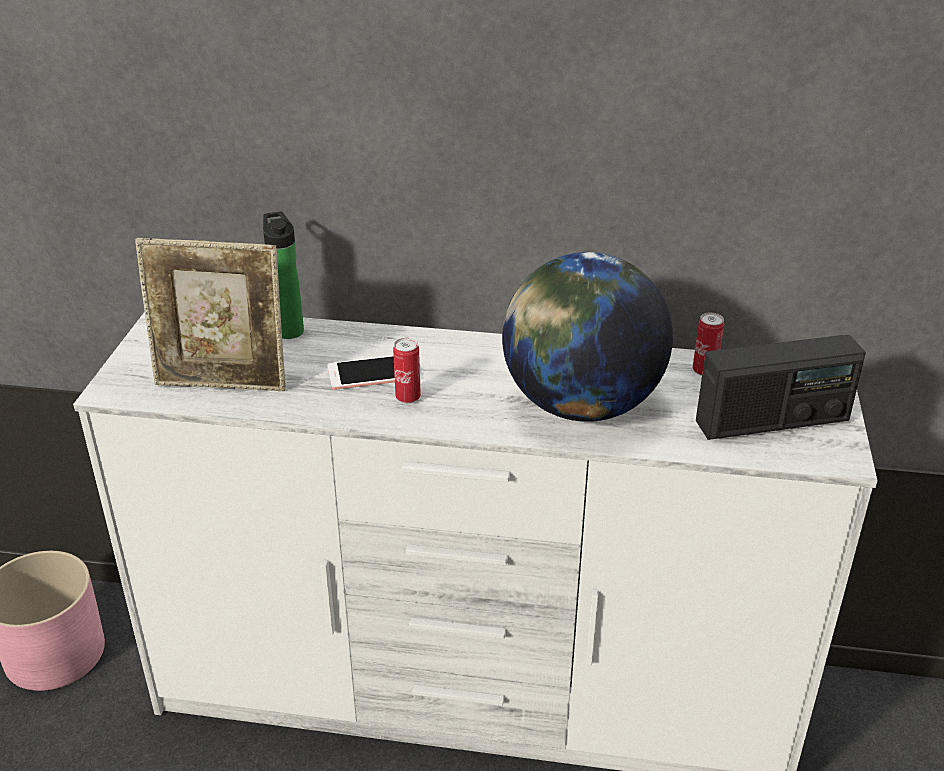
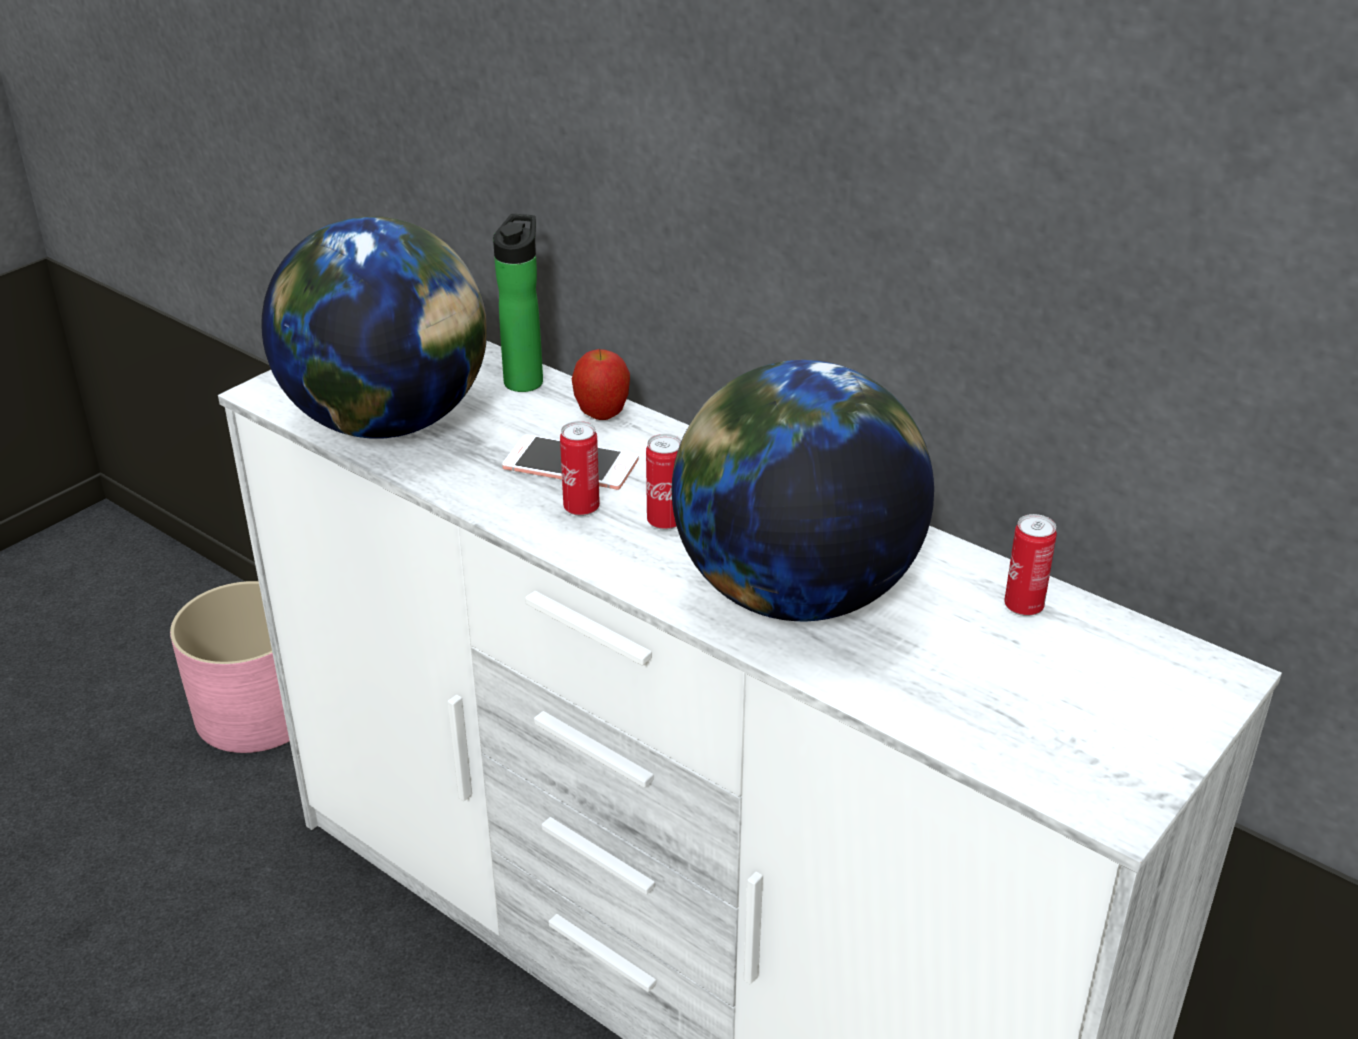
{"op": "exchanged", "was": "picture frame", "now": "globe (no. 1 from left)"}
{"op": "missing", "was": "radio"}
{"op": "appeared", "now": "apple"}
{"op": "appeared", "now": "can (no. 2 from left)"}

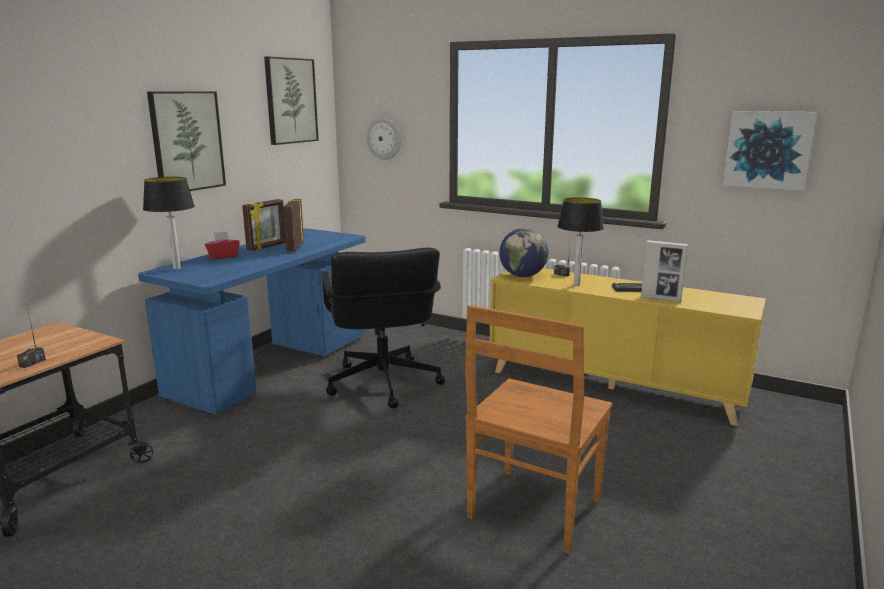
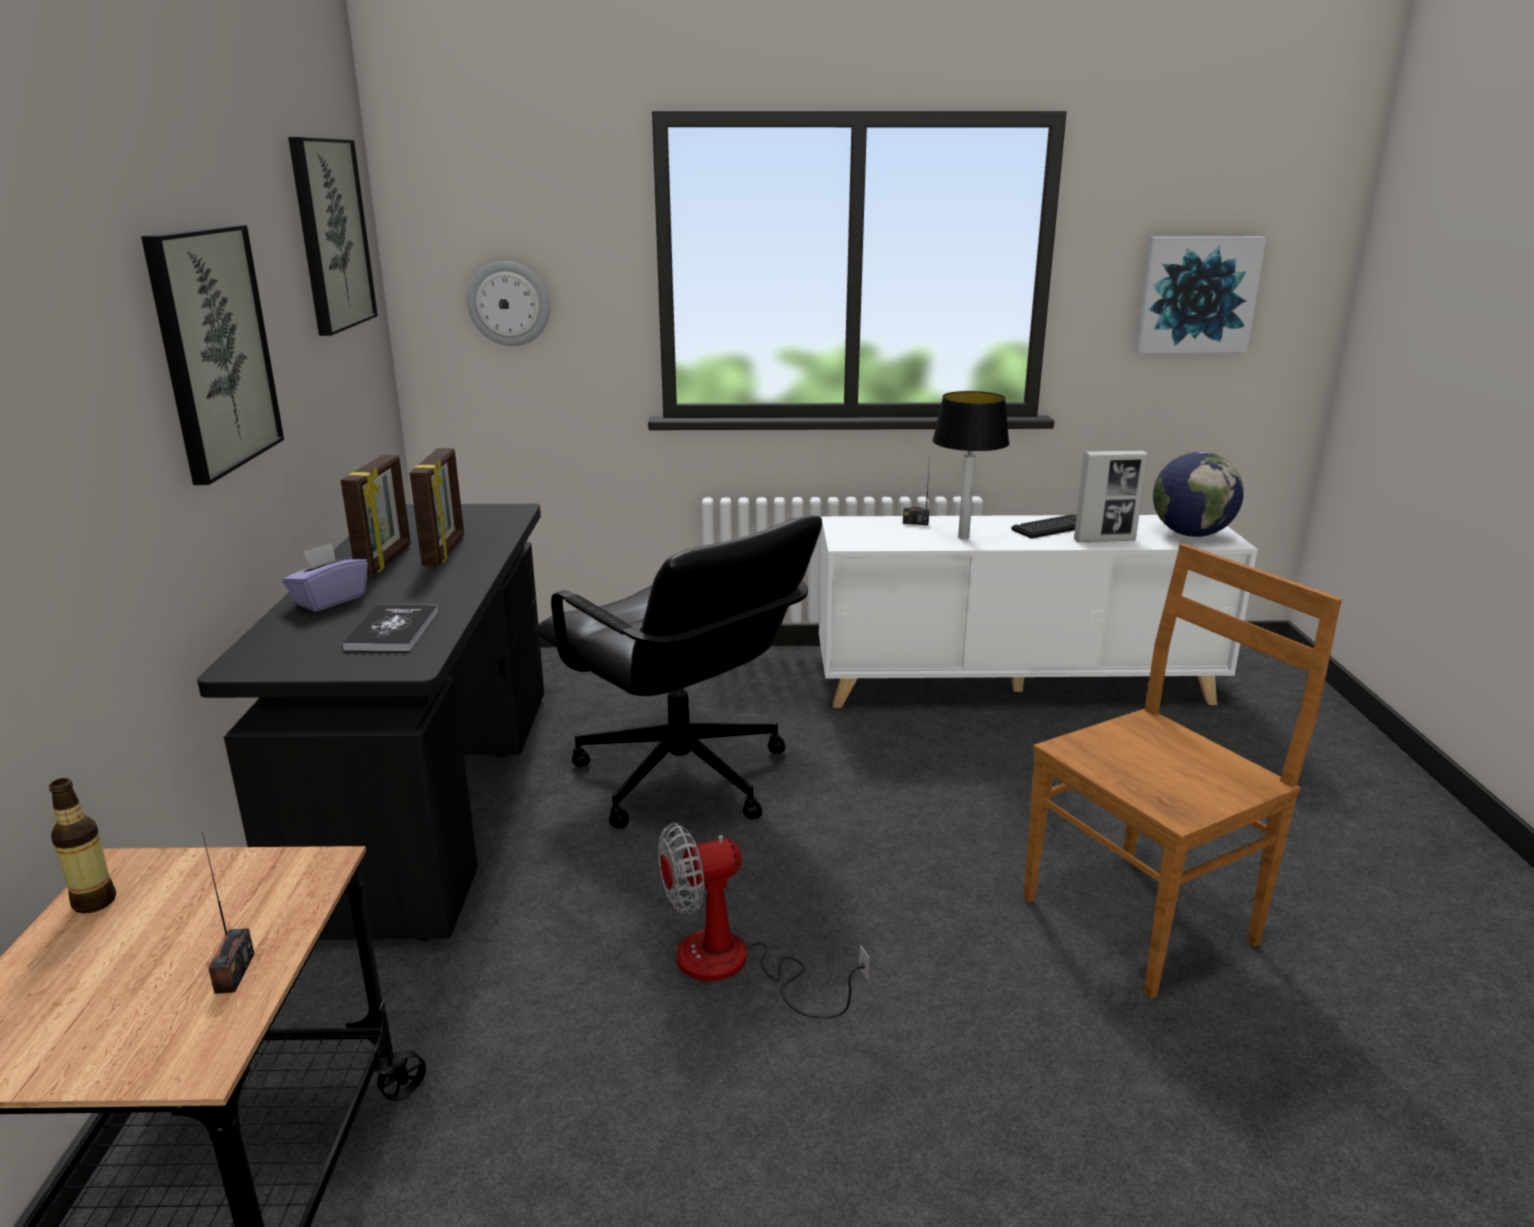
{"op": "missing", "was": "table lamp (no. 1 from left)"}
{"op": "spun", "was": "picture frame (no. 2 from left)", "clockwise": -150}
{"op": "colour", "was": "blue desk", "now": "black desk"}
{"op": "relocated", "was": "globe"}
{"op": "colour", "was": "red tissue box", "now": "purple tissue box"}
{"op": "colour", "was": "yellow cabinet", "now": "white cabinet"}
{"op": "spun", "was": "brown chair", "clockwise": -120}
{"op": "appeared", "now": "book"}
{"op": "appeared", "now": "bottle"}
{"op": "appeared", "now": "fan"}

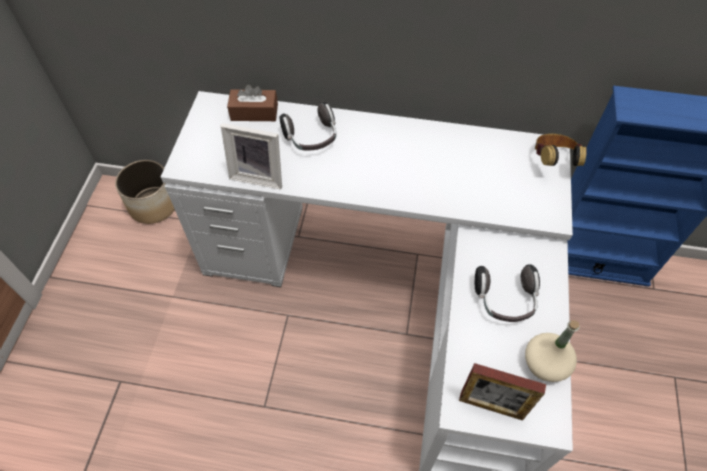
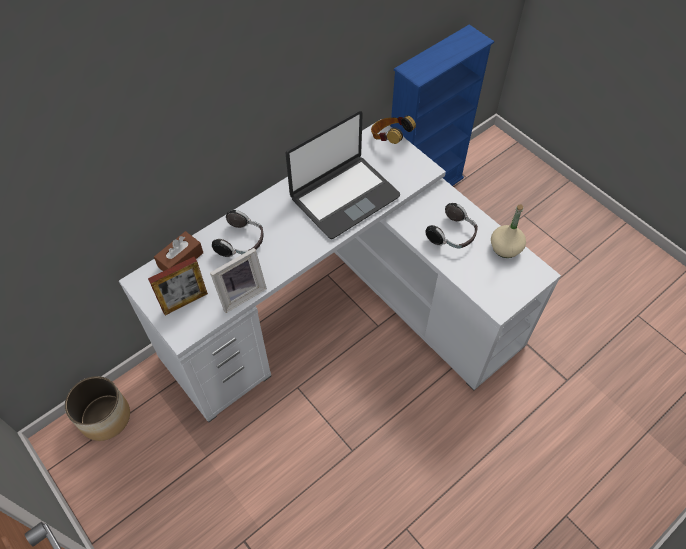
{"op": "relocated", "was": "picture frame (no. 2 from left in the first image)", "now": "picture frame (no. 1 from left)"}
{"op": "appeared", "now": "laptop"}

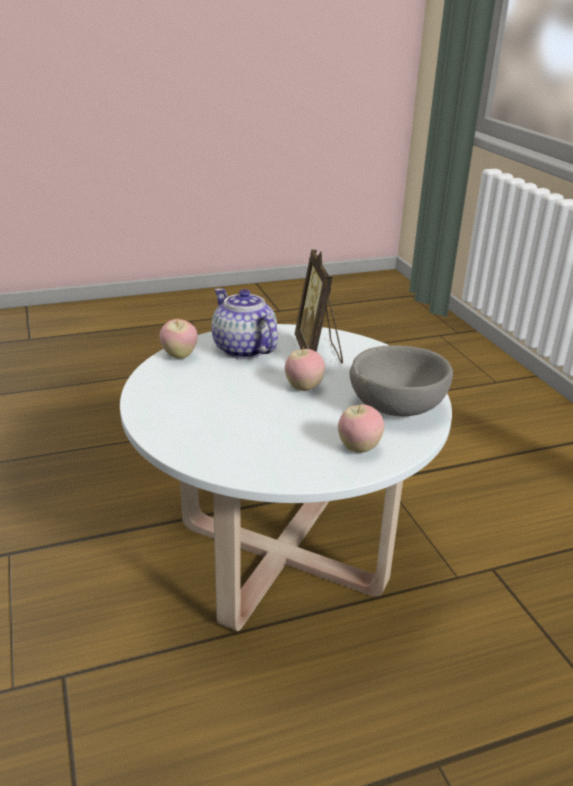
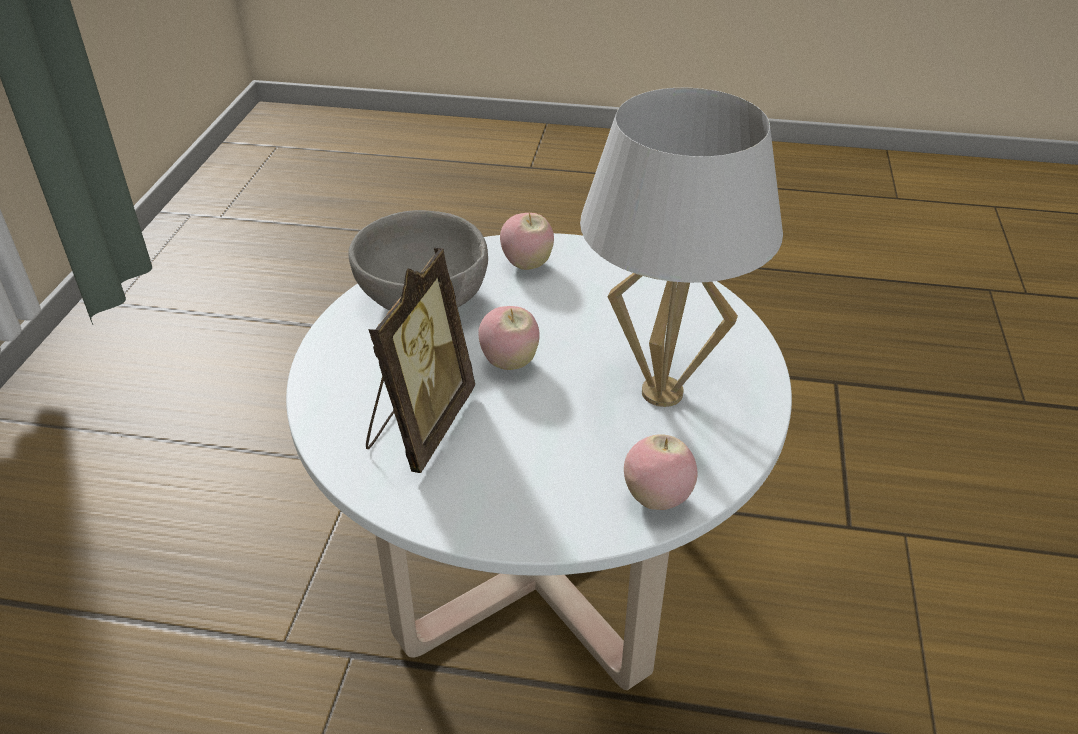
{"op": "missing", "was": "teapot"}
{"op": "appeared", "now": "white table lamp"}

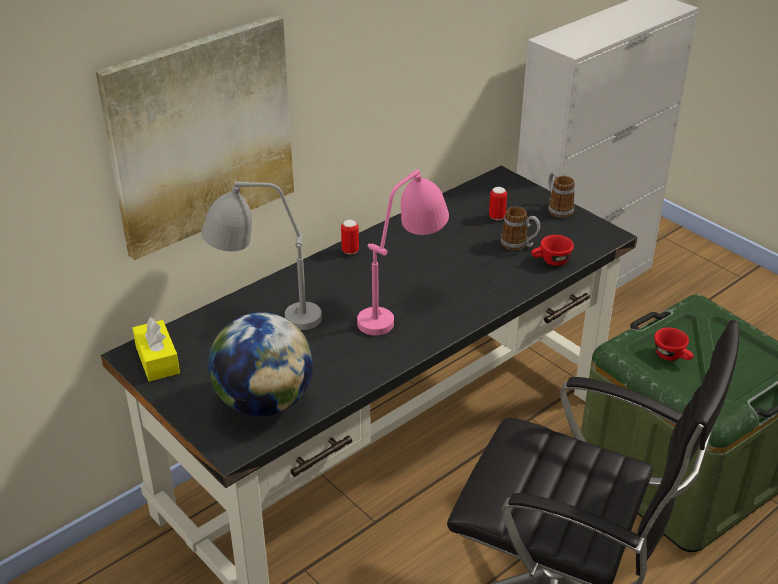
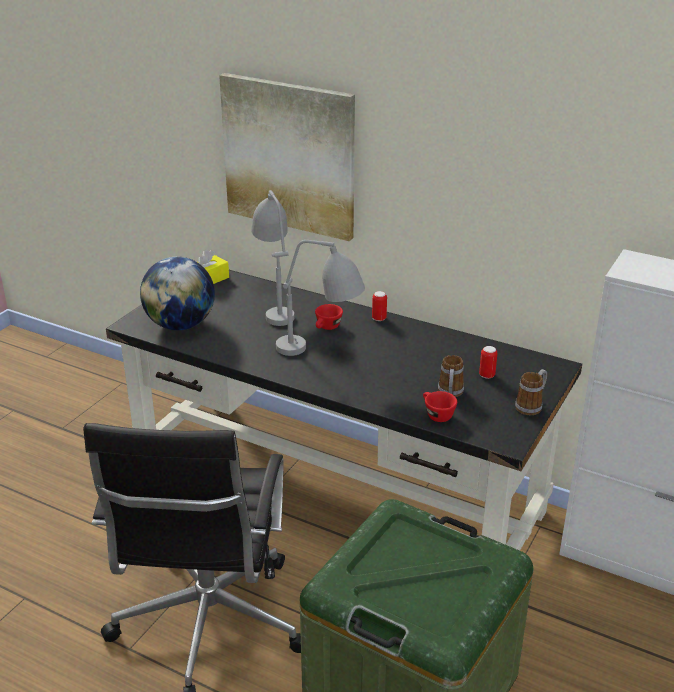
{"op": "colour", "was": "pink table lamp", "now": "grey table lamp (no. 2 from left)"}
{"op": "relocated", "was": "red cup (no. 2 from left in the first image)", "now": "red cup (no. 1 from left)"}

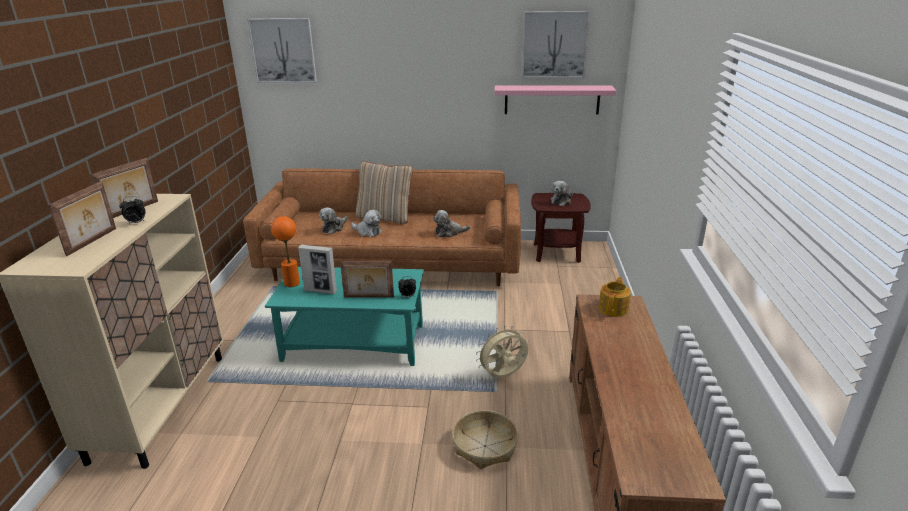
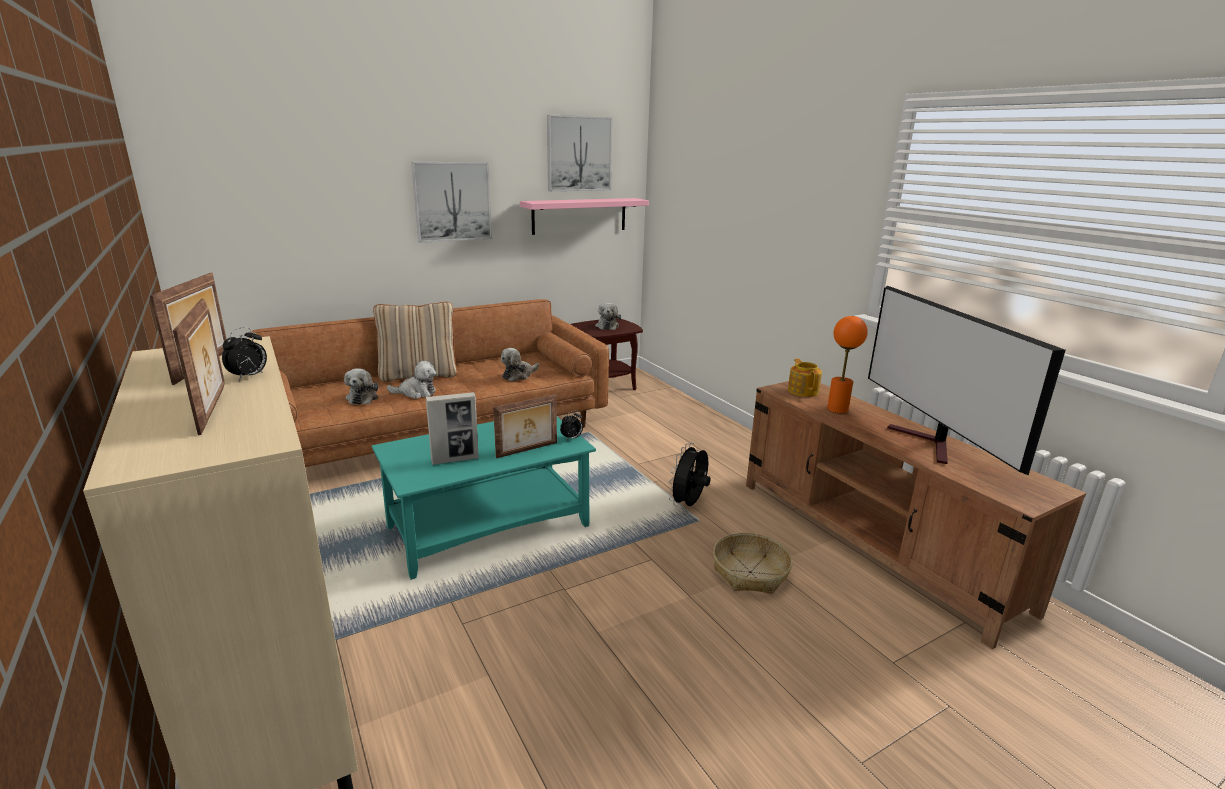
{"op": "relocated", "was": "picture (no. 1 from left)"}
{"op": "relocated", "was": "orange table lamp"}
{"op": "colour", "was": "beige fan", "now": "black fan"}
{"op": "appeared", "now": "television"}

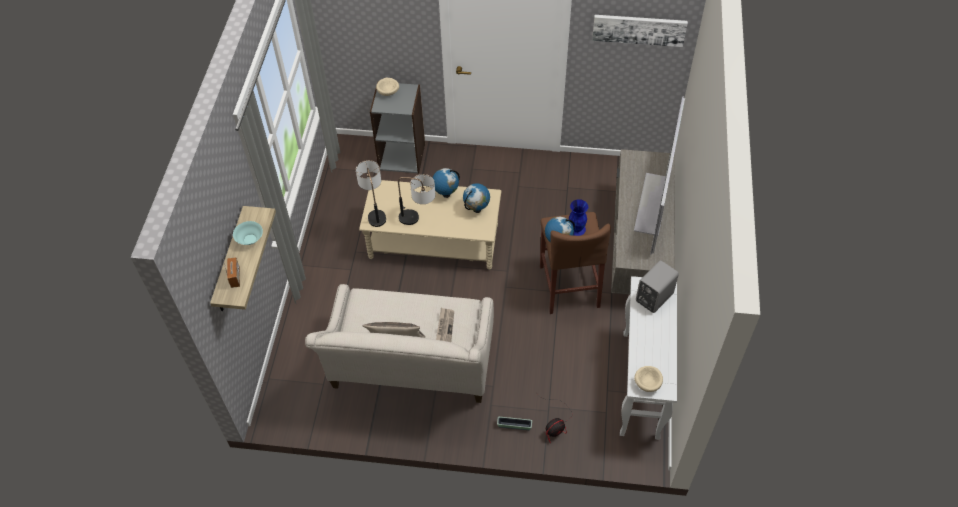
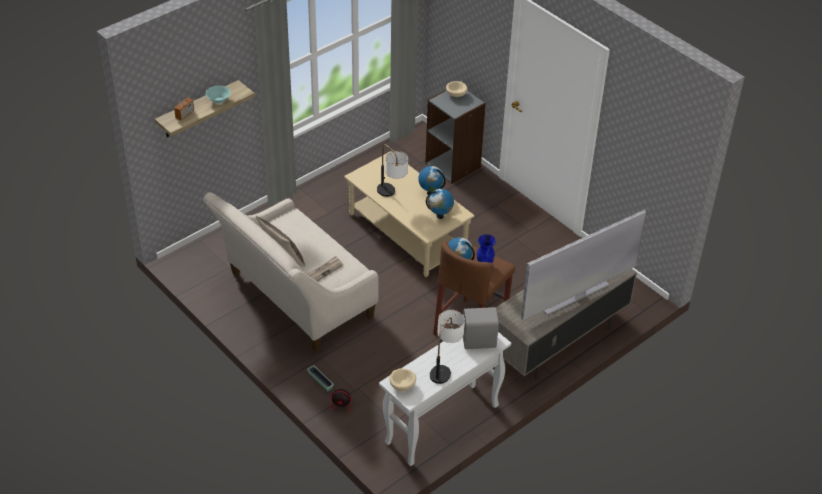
{"op": "missing", "was": "picture"}
{"op": "relocated", "was": "table lamp (no. 1 from left in the first image)", "now": "table lamp (no. 2 from left)"}

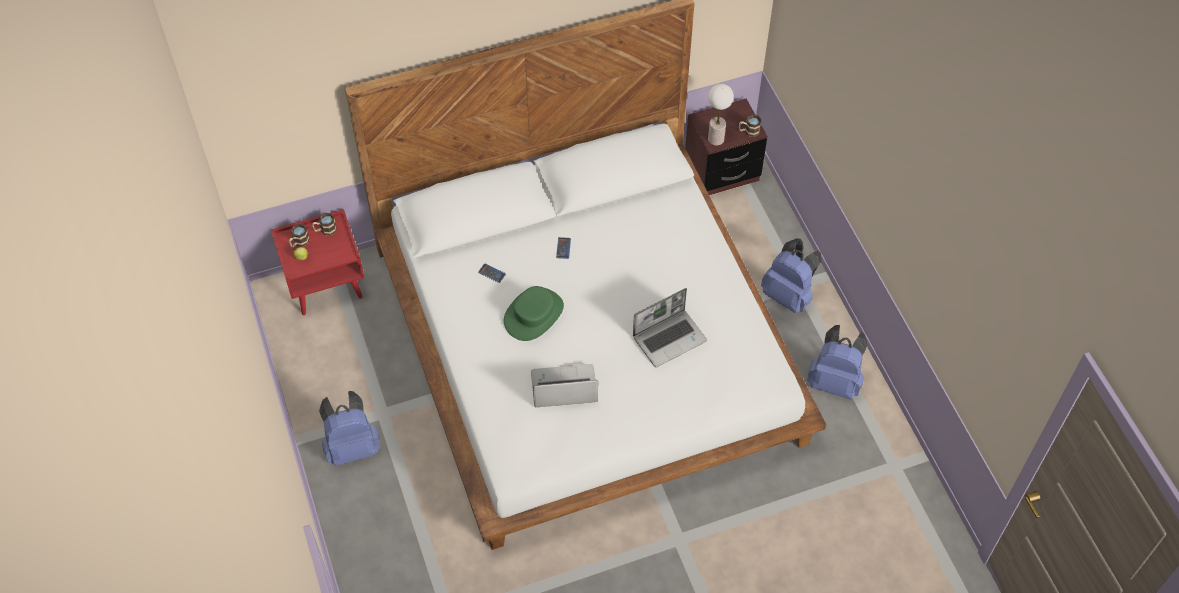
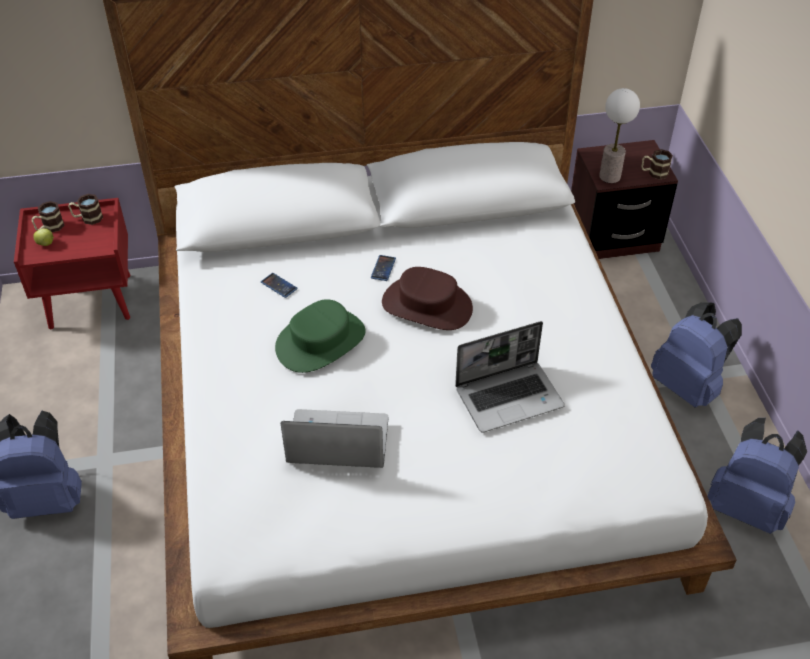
{"op": "appeared", "now": "brown hat"}

